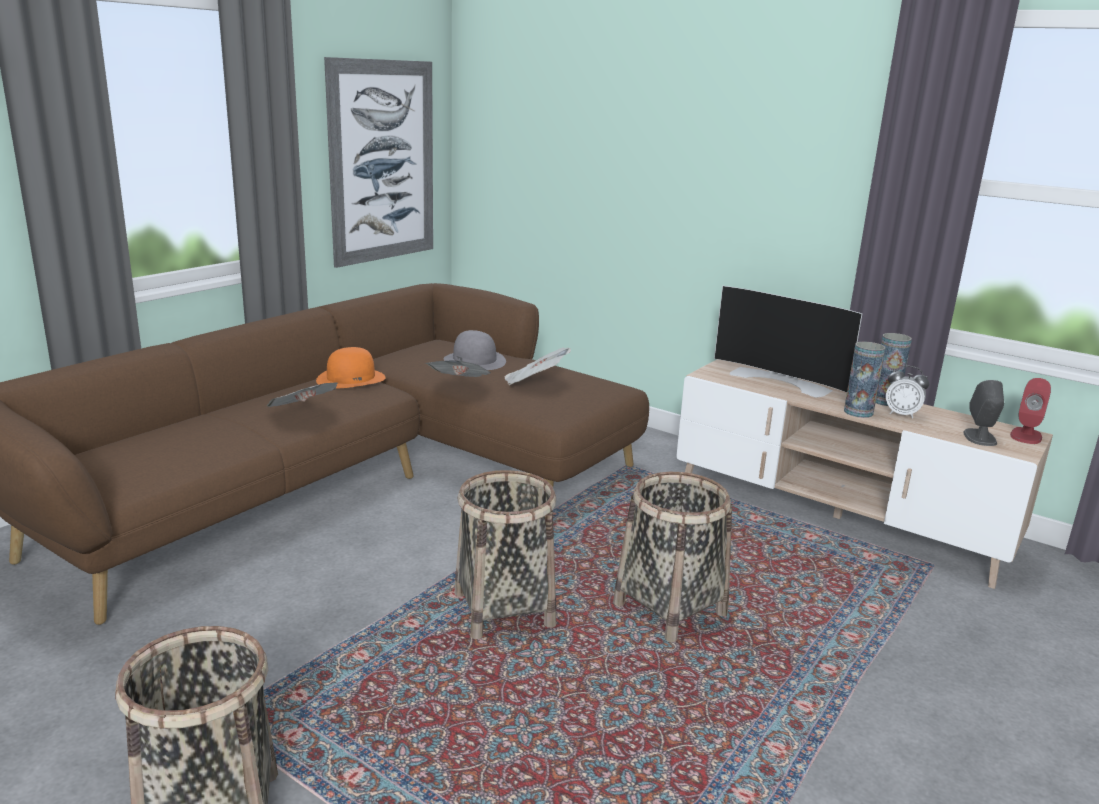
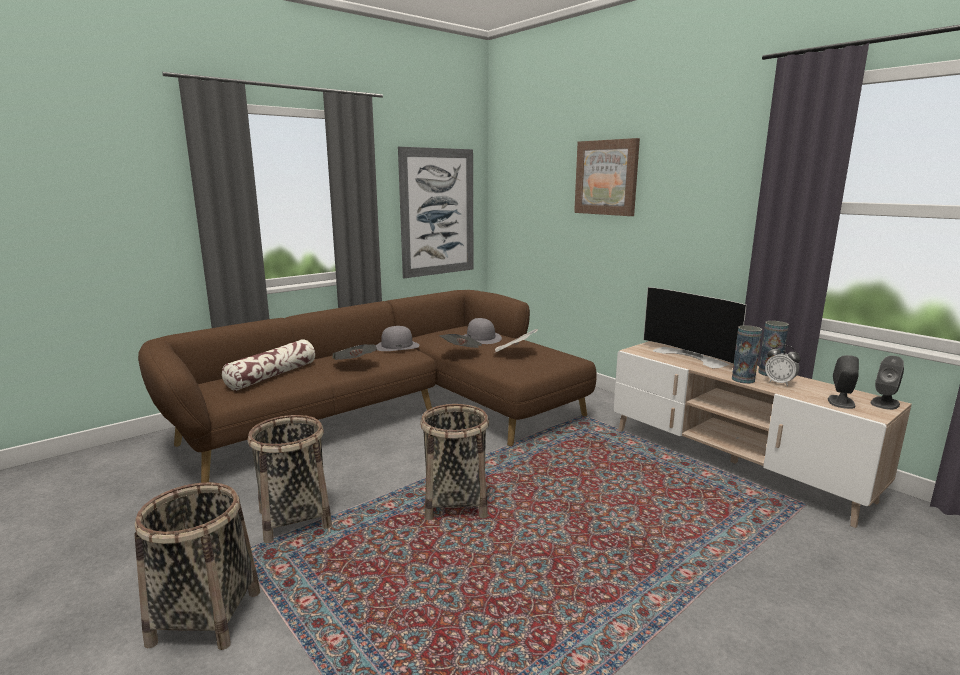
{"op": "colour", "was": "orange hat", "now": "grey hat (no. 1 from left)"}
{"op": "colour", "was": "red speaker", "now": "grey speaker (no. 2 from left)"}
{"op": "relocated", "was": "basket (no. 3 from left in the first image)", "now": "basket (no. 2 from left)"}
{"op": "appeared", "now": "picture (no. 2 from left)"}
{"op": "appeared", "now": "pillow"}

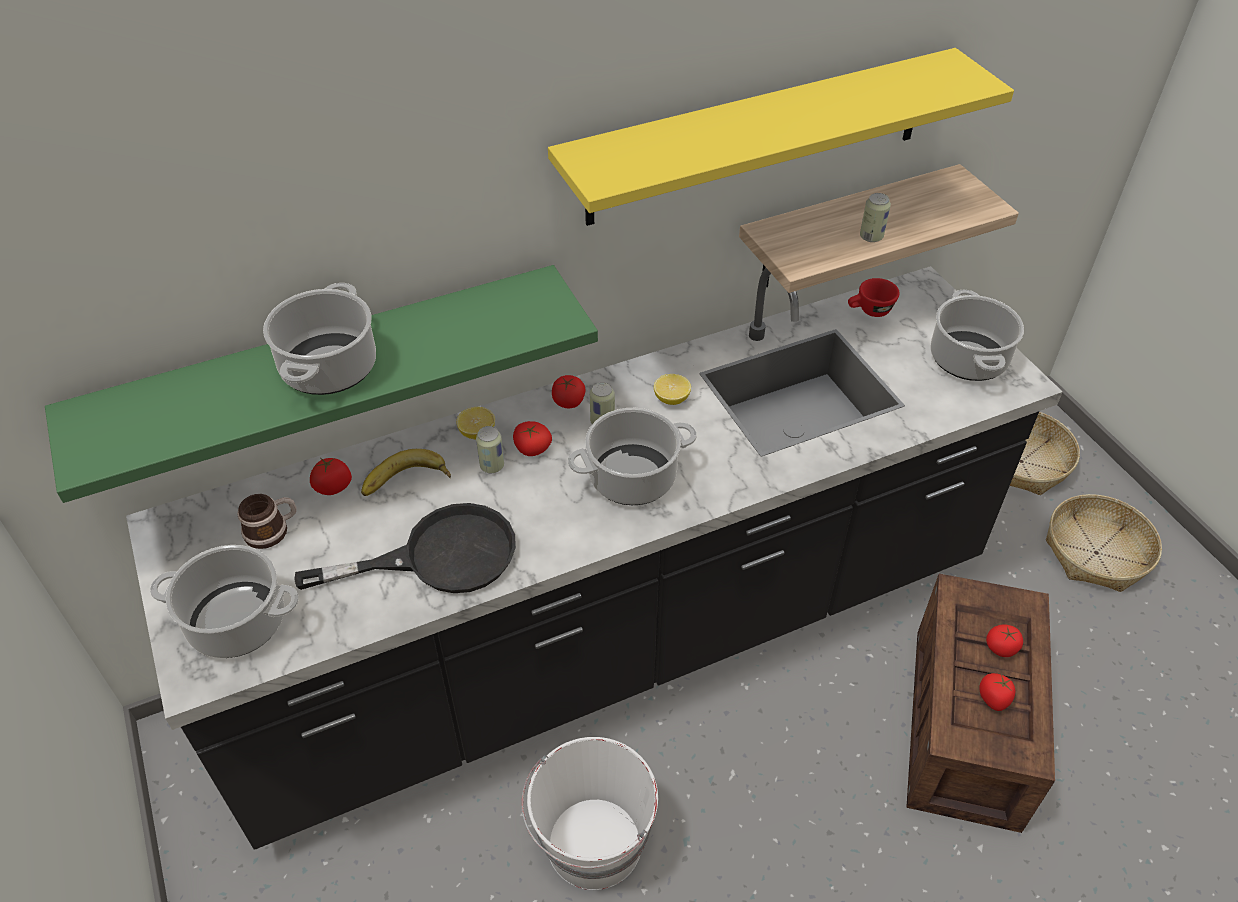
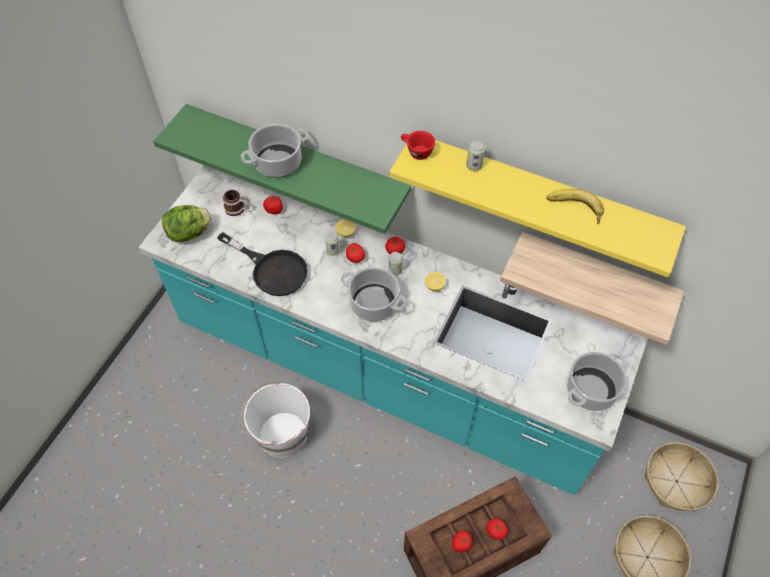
{"op": "relocated", "was": "can (no. 3 from left)"}
{"op": "colour", "was": "black counter", "now": "turquoise counter"}
{"op": "relocated", "was": "red cup"}
{"op": "relocated", "was": "banana"}
{"op": "exchanged", "was": "cooking pot (no. 1 from left)", "now": "lettuce"}

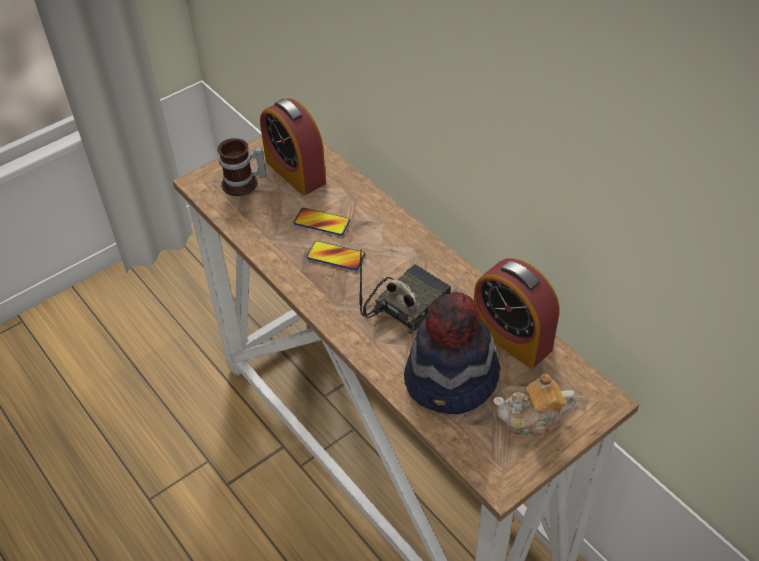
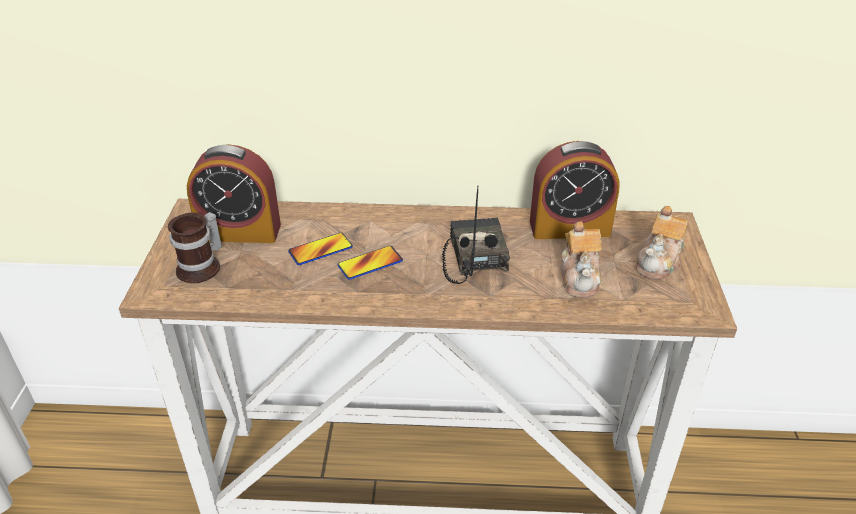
{"op": "exchanged", "was": "hat", "now": "teapot (no. 1 from left)"}

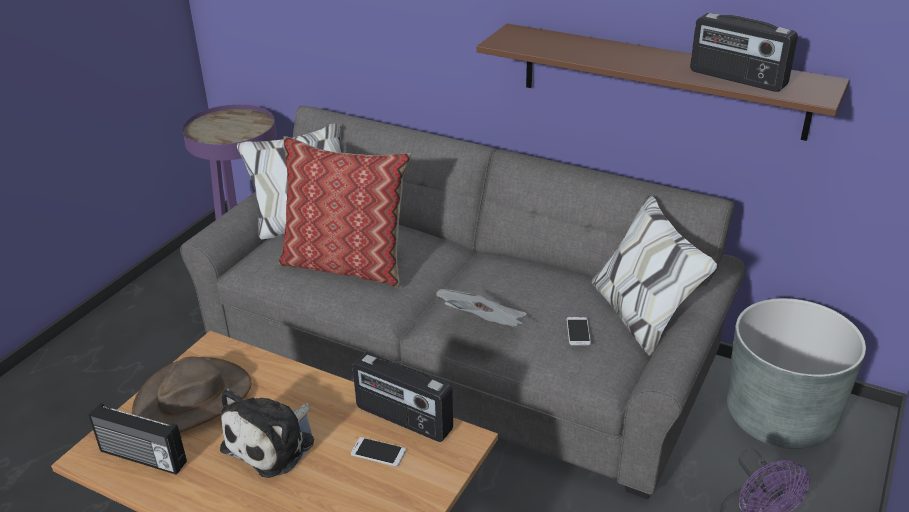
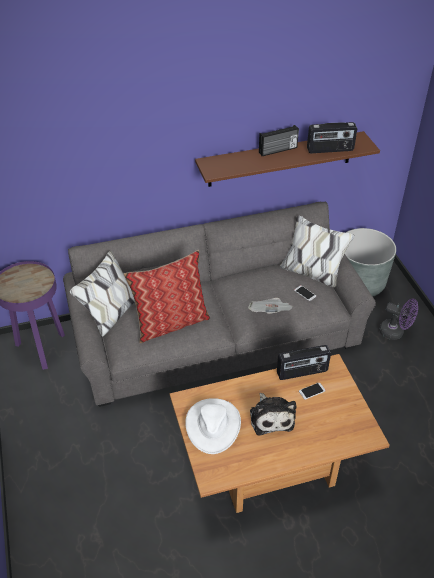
{"op": "colour", "was": "brown hat", "now": "white hat"}
{"op": "relocated", "was": "radio (no. 1 from left)"}

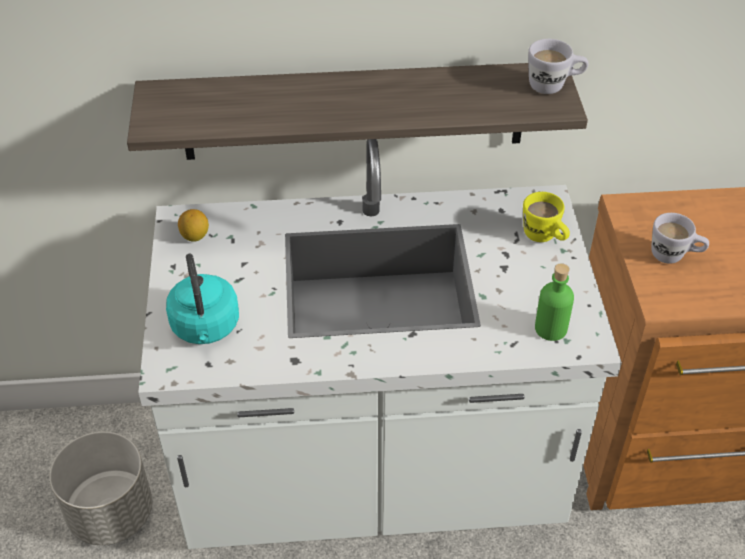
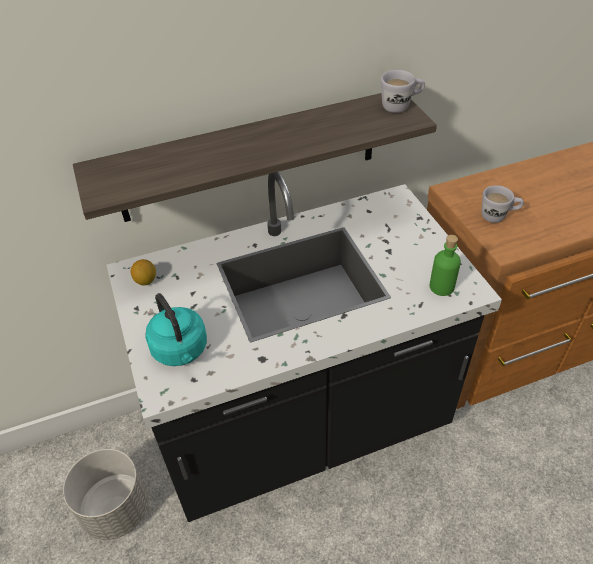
{"op": "colour", "was": "white counter", "now": "black counter"}
{"op": "missing", "was": "yellow mug"}

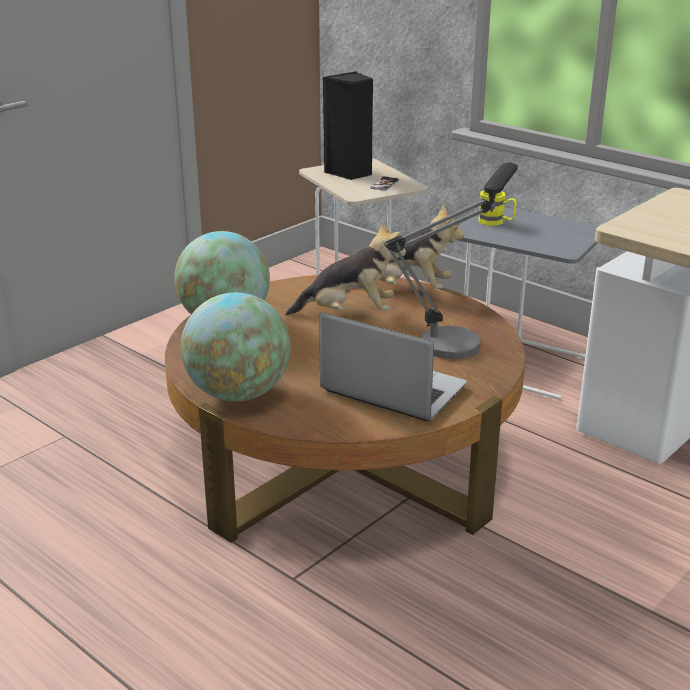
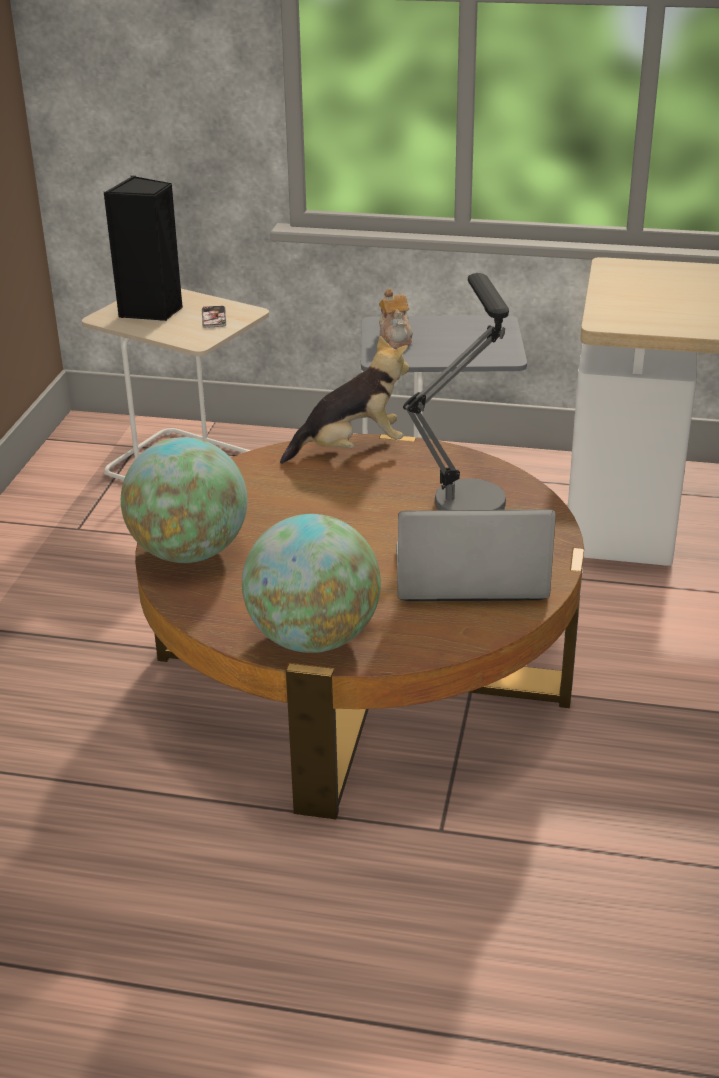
{"op": "exchanged", "was": "yellow mug", "now": "teapot"}
{"op": "missing", "was": "plush toy (no. 1 from left)"}

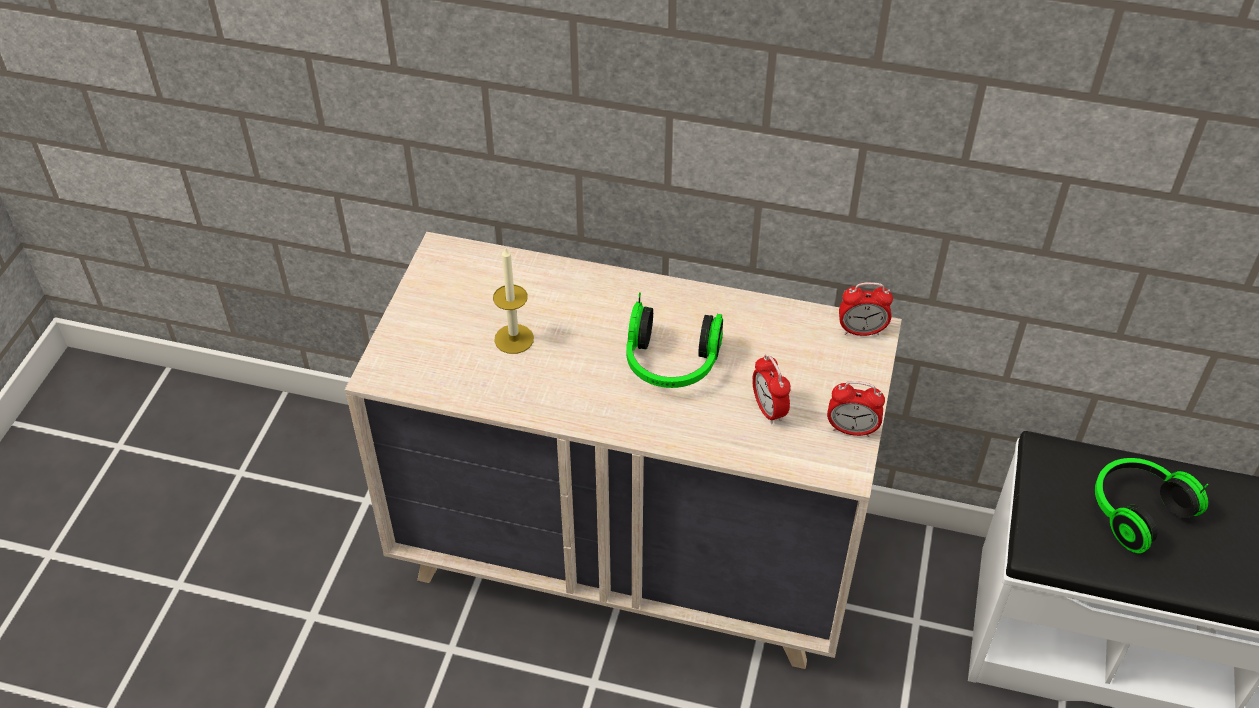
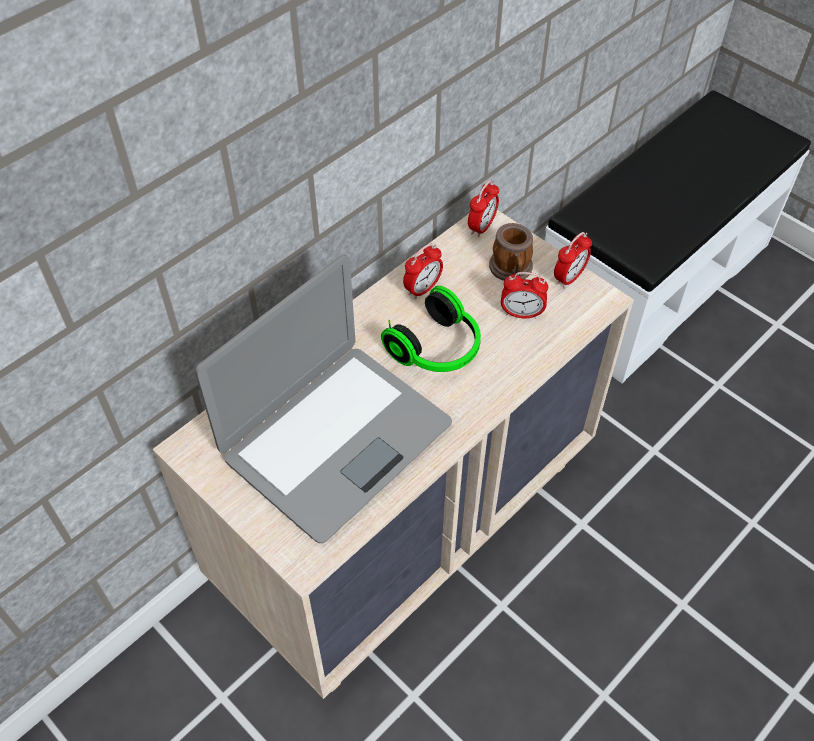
{"op": "exchanged", "was": "candle", "now": "laptop"}
{"op": "missing", "was": "headphones (no. 2 from left)"}
{"op": "appeared", "now": "mug"}
{"op": "appeared", "now": "alarm clock (no. 1 from left)"}

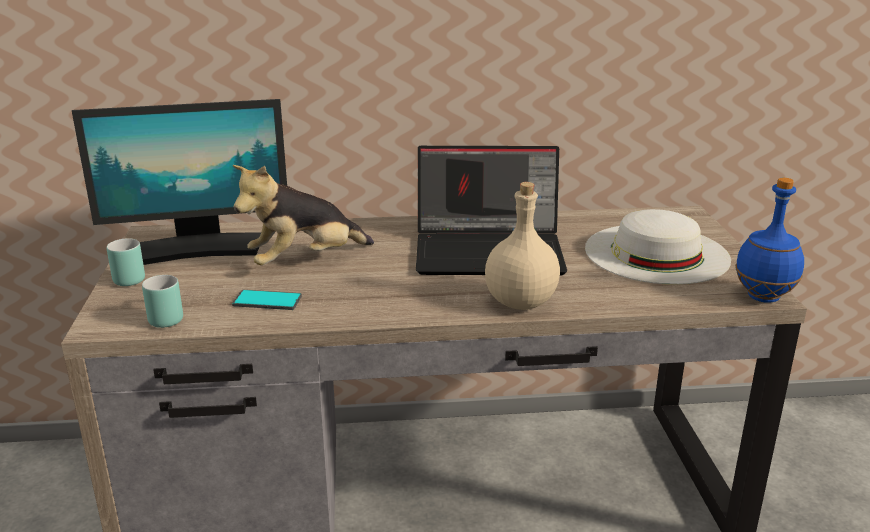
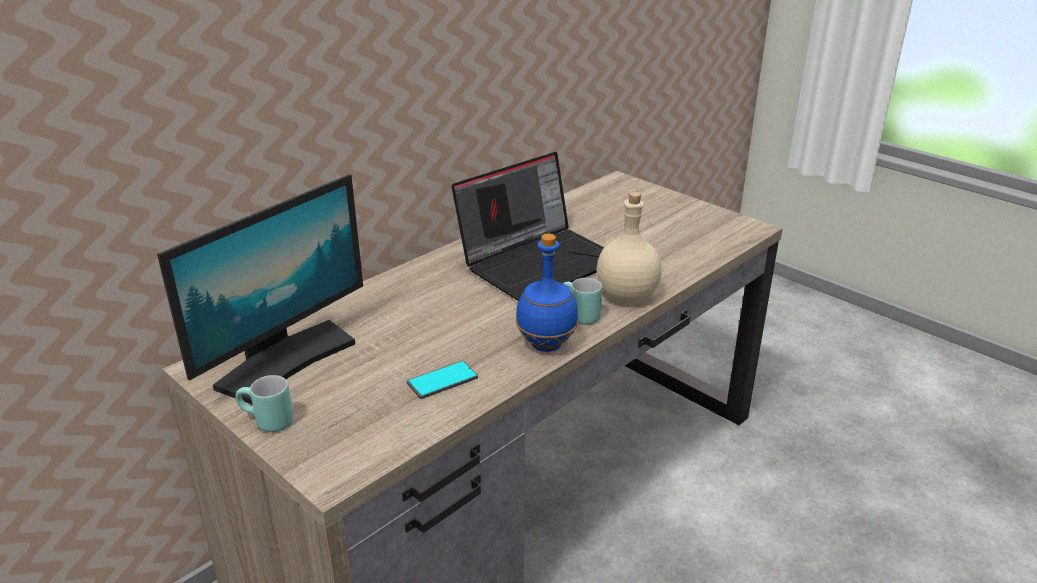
{"op": "missing", "was": "plush toy"}
{"op": "relocated", "was": "blue bottle"}
{"op": "missing", "was": "white hat"}
{"op": "relocated", "was": "turquoise mug (no. 2 from left)"}

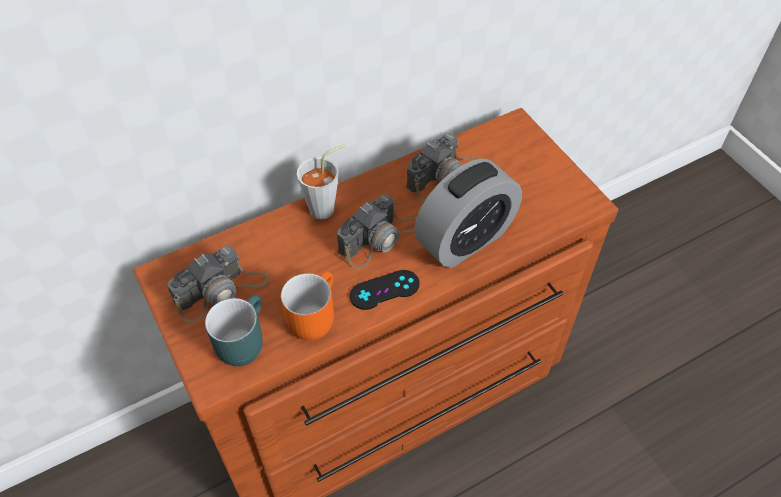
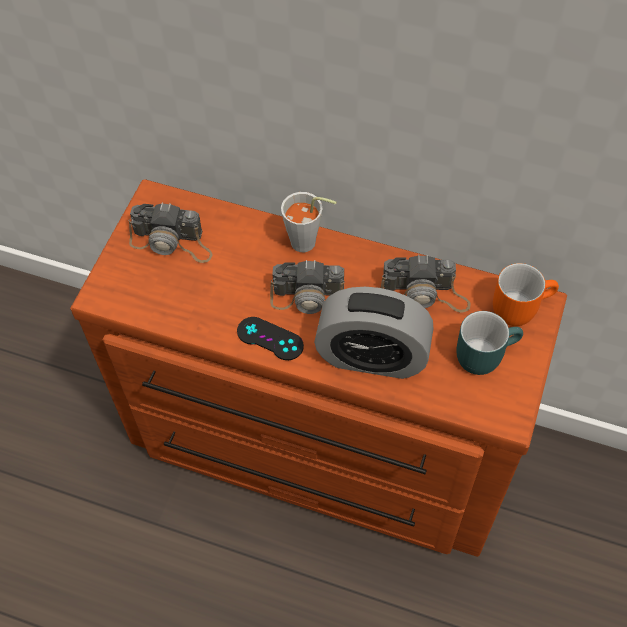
{"op": "relocated", "was": "orange mug"}
{"op": "relocated", "was": "turquoise mug"}

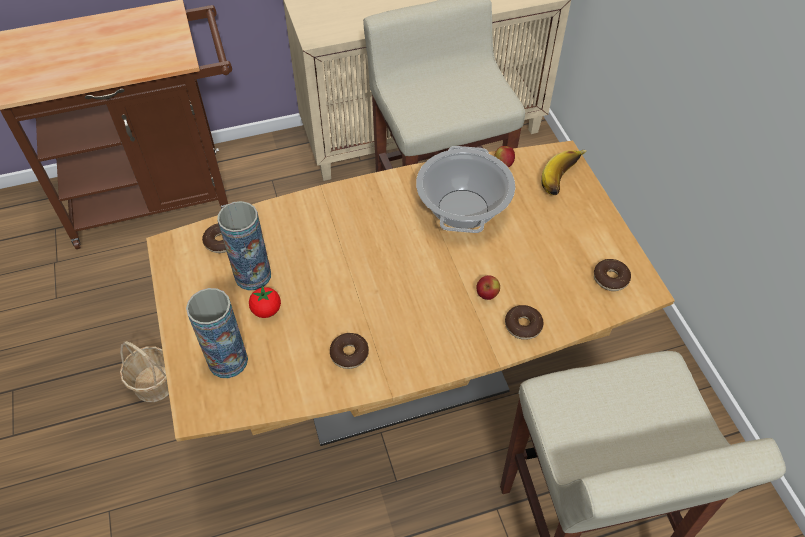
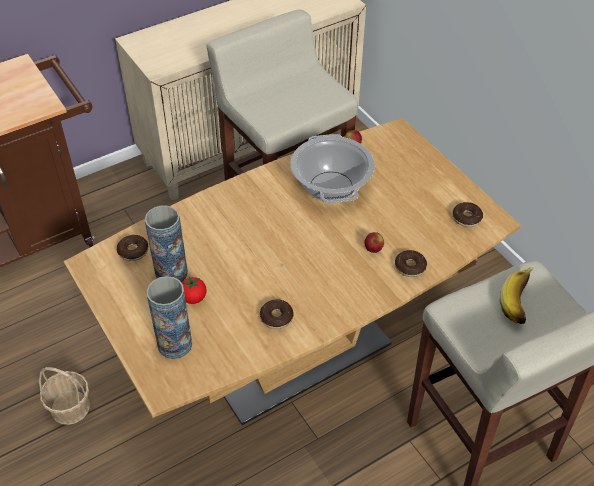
{"op": "relocated", "was": "banana"}

